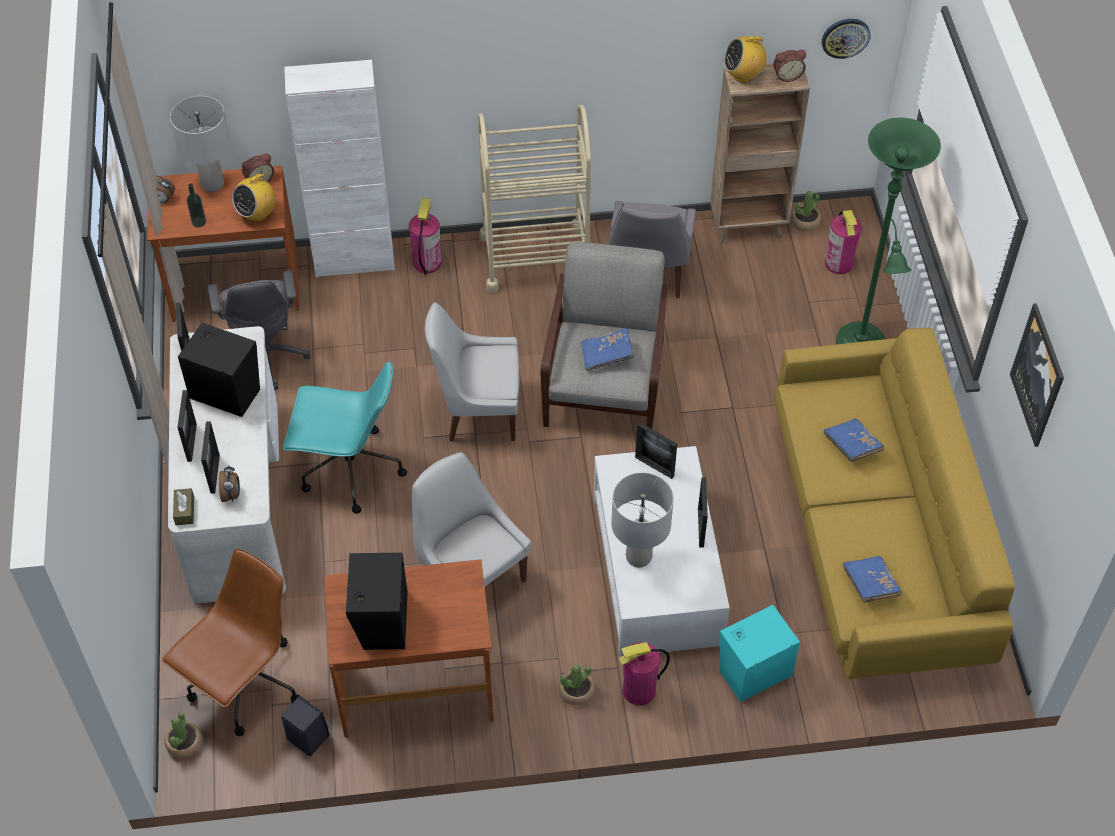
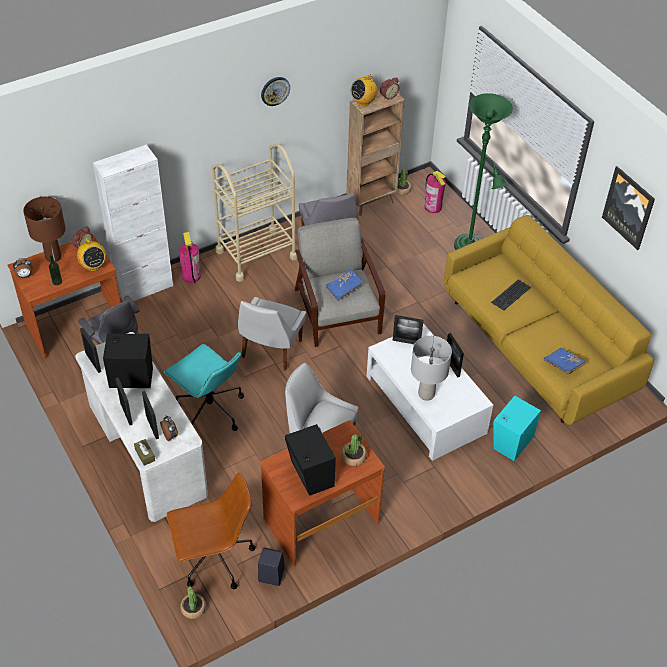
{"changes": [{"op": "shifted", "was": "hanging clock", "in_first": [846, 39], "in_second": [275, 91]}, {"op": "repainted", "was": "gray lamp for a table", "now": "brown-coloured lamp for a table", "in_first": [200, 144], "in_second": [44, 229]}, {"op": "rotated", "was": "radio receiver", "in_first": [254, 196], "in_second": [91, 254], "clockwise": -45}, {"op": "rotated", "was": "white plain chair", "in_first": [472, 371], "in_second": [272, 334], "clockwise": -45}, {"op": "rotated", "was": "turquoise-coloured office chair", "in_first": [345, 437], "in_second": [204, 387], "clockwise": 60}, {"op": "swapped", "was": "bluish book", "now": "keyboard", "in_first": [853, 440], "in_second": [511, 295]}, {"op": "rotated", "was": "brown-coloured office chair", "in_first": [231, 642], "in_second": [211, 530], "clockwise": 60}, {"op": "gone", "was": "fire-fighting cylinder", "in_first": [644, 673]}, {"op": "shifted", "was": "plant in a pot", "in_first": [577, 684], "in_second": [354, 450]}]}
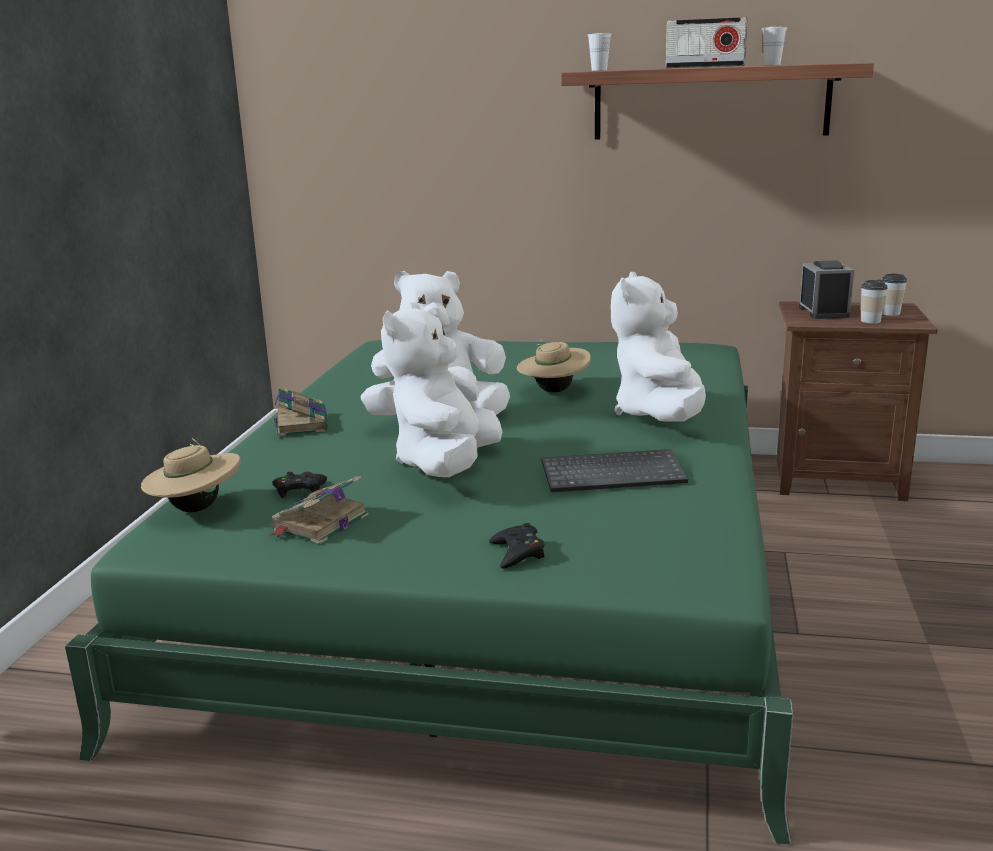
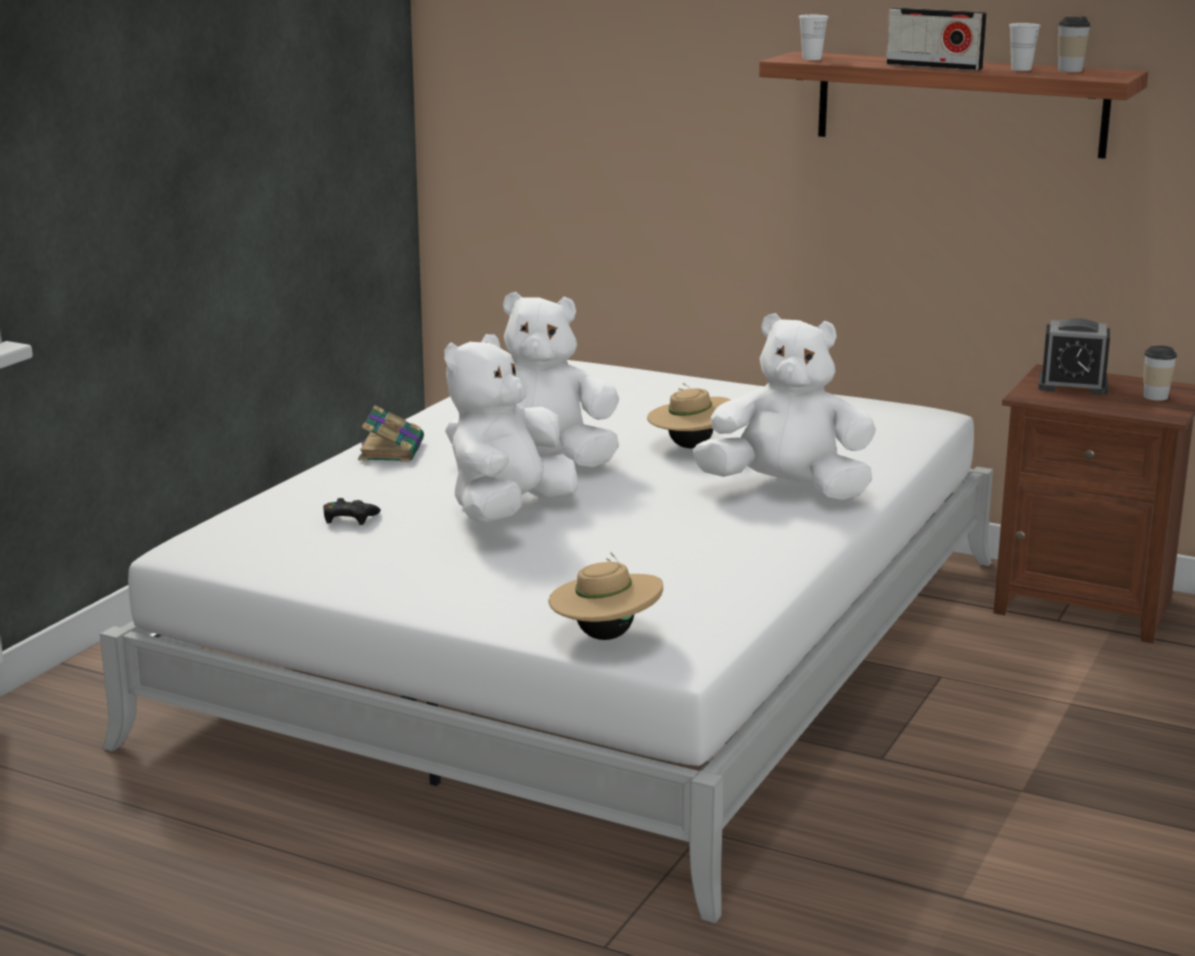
{"changes": [{"op": "rotated", "was": "table clock", "in_first": [826, 289], "in_second": [1074, 356], "clockwise": 90}, {"op": "rotated", "was": "white soft toy", "in_first": [658, 347], "in_second": [784, 406], "clockwise": 75}, {"op": "shifted", "was": "small cup", "in_first": [874, 302], "in_second": [1074, 44]}, {"op": "repainted", "was": "greenish bedroom bed", "now": "white bedroom bed", "in_first": [429, 592], "in_second": [546, 641]}, {"op": "shifted", "was": "beige-coloured wearable hat", "in_first": [191, 475], "in_second": [605, 596]}, {"op": "gone", "was": "keyboard", "in_first": [614, 470]}, {"op": "gone", "was": "book", "in_first": [319, 510]}, {"op": "gone", "was": "black game controller", "in_first": [517, 545]}]}
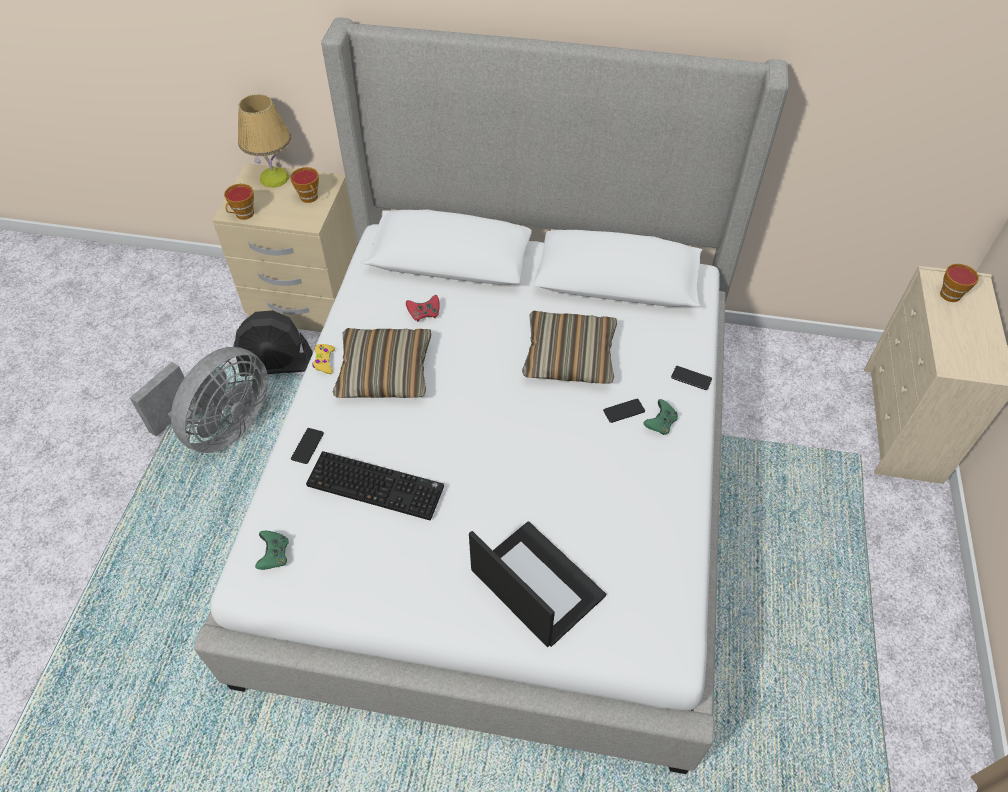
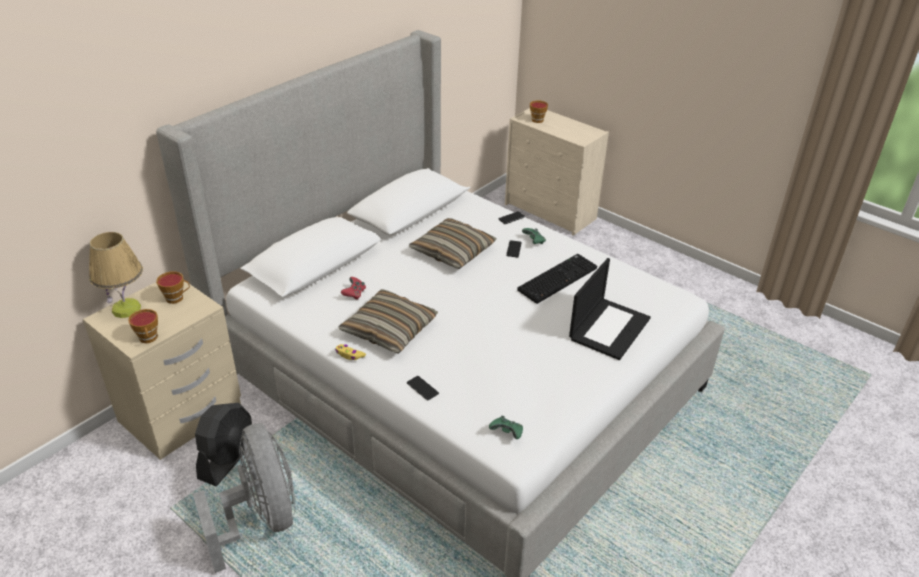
{"changes": [{"op": "shifted", "was": "keyboard", "in_first": [375, 485], "in_second": [557, 279]}, {"op": "rotated", "was": "notebook computer", "in_first": [537, 584], "in_second": [610, 309], "clockwise": 135}]}
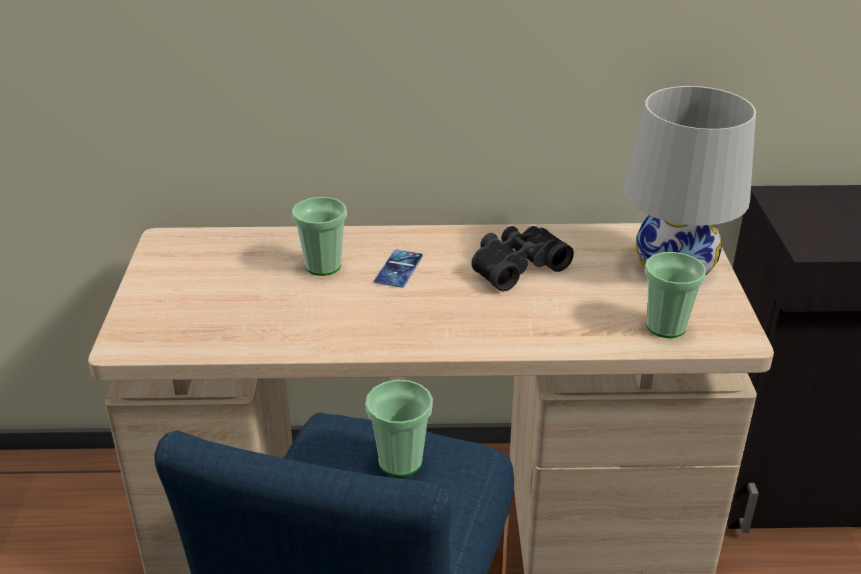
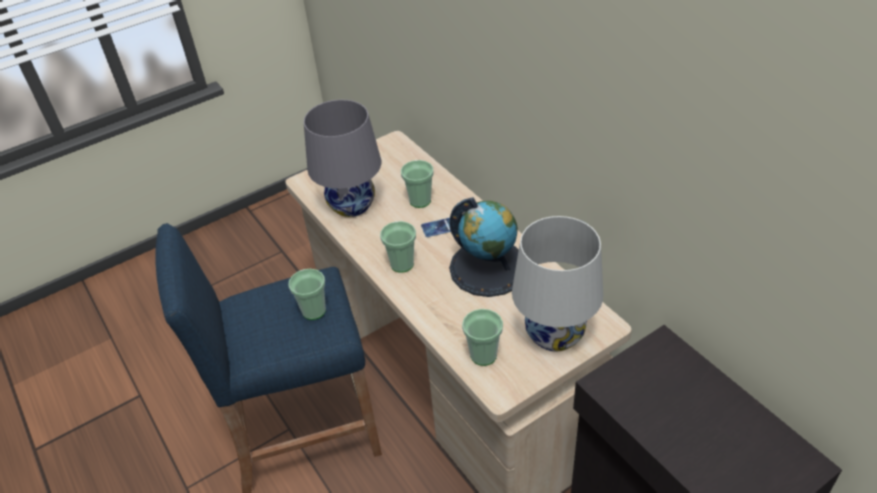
{"changes": [{"op": "swapped", "was": "black field glasses", "now": "world globe", "in_first": [522, 258], "in_second": [484, 247]}, {"op": "new", "now": "gray lamp for a table", "in_second": [342, 158]}, {"op": "new", "now": "small cup", "in_second": [398, 247]}]}
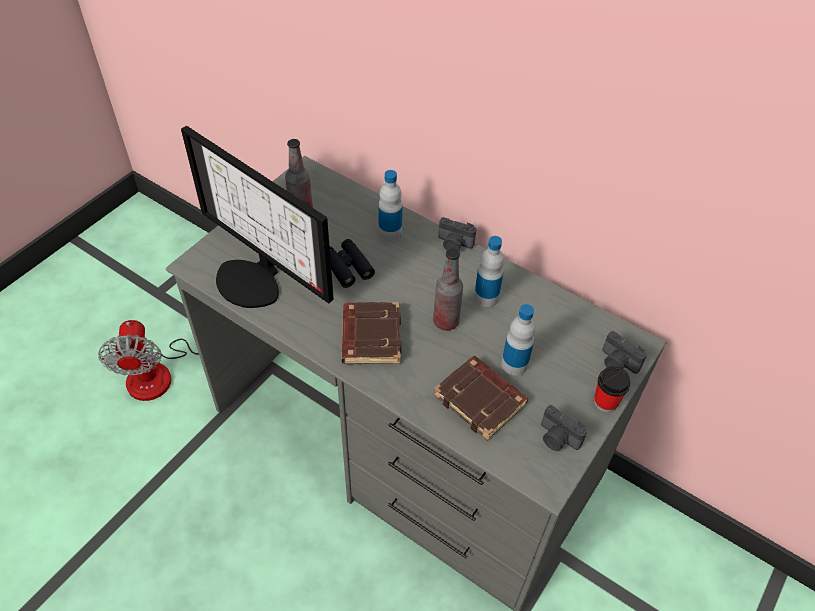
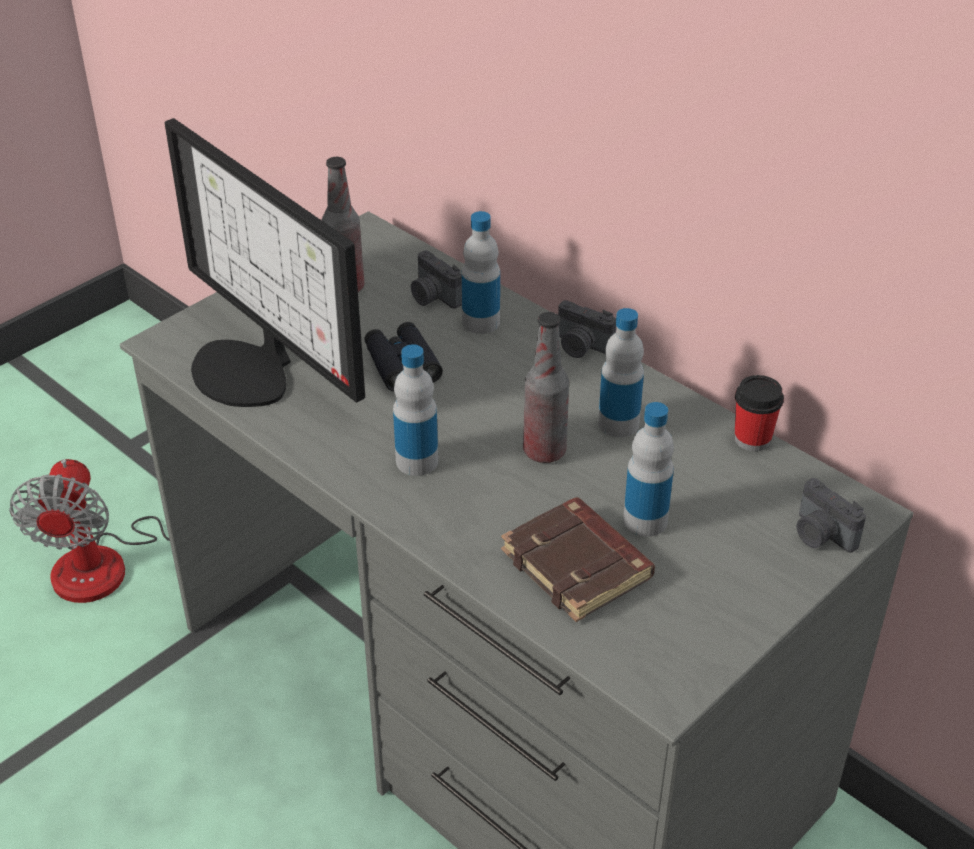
{"changes": [{"op": "swapped", "was": "brown-coloured book", "now": "bottle", "in_first": [372, 333], "in_second": [415, 410]}, {"op": "shifted", "was": "small cup", "in_first": [612, 389], "in_second": [759, 413]}, {"op": "shifted", "was": "photo camera", "in_first": [564, 428], "in_second": [436, 279]}]}
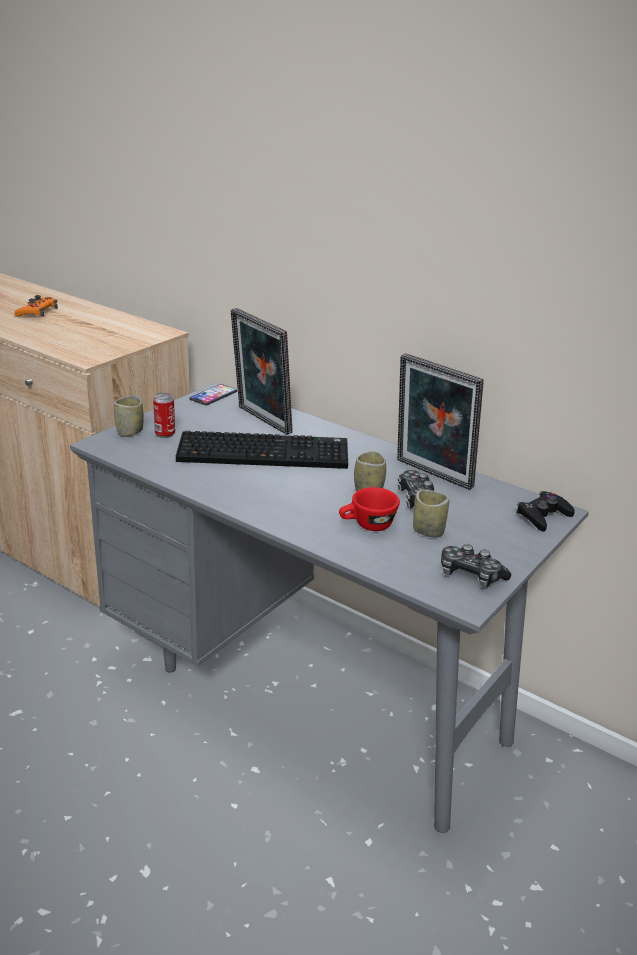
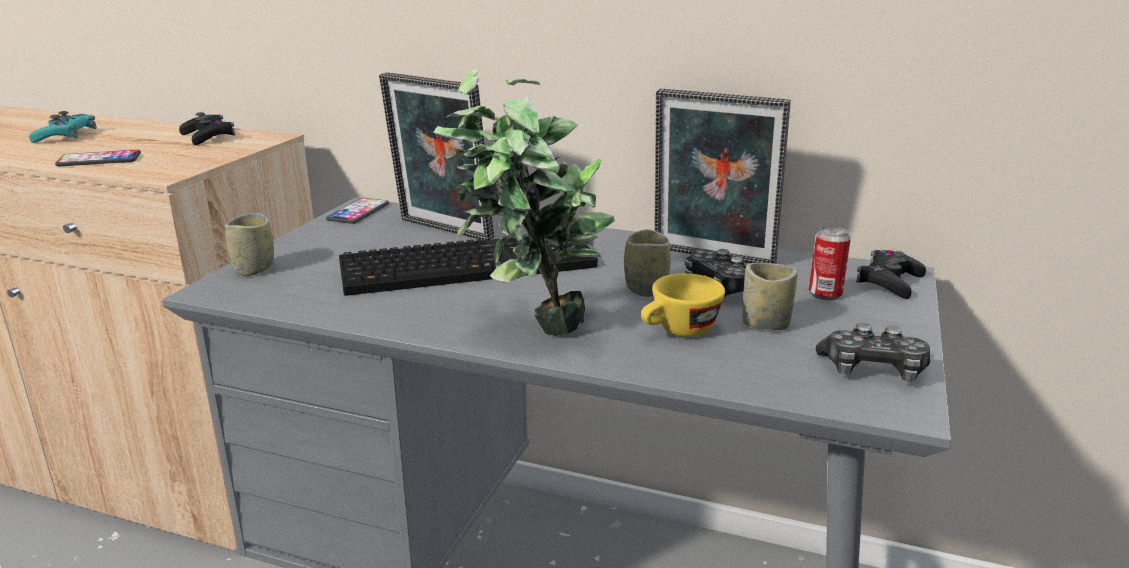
{"changes": [{"op": "repainted", "was": "orange-coloured game controller", "now": "turquoise-coloured game controller", "in_first": [36, 306], "in_second": [63, 127]}, {"op": "shifted", "was": "can", "in_first": [164, 415], "in_second": [830, 263]}, {"op": "repainted", "was": "reddish small cup", "now": "yellowish small cup", "in_first": [369, 509], "in_second": [683, 305]}, {"op": "new", "now": "plant in a pot", "in_second": [524, 203]}, {"op": "new", "now": "black game controller", "in_second": [207, 128]}, {"op": "new", "now": "phone", "in_second": [98, 158]}]}
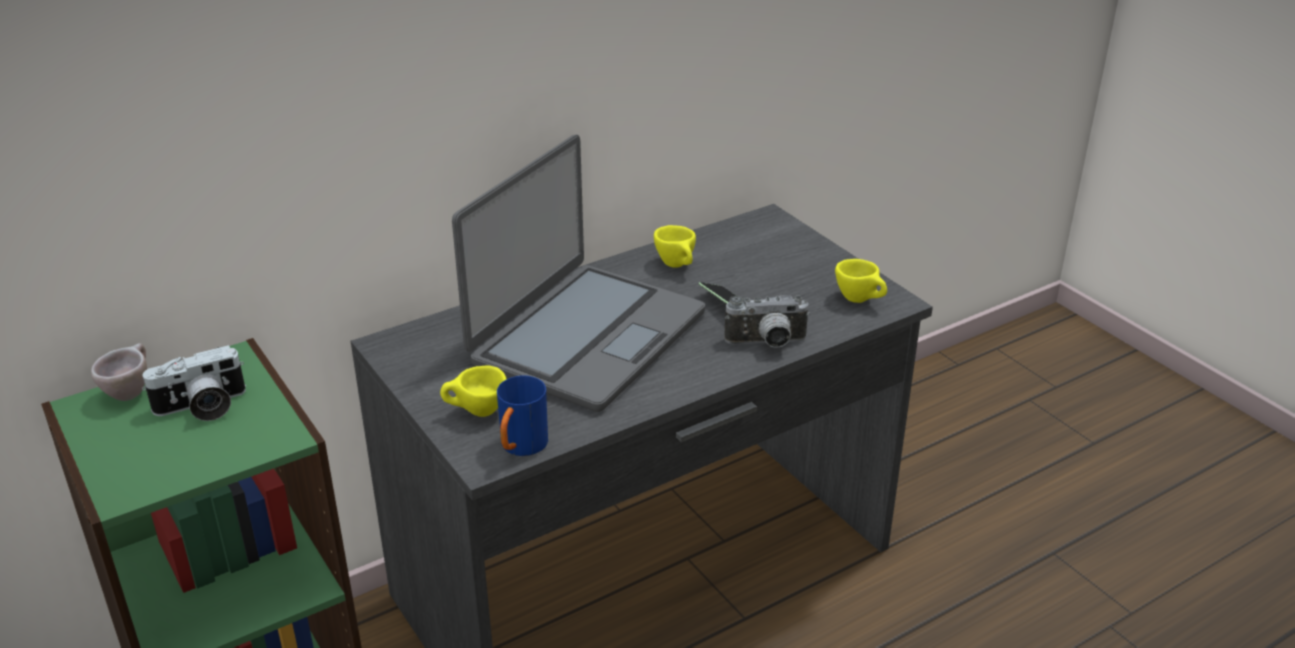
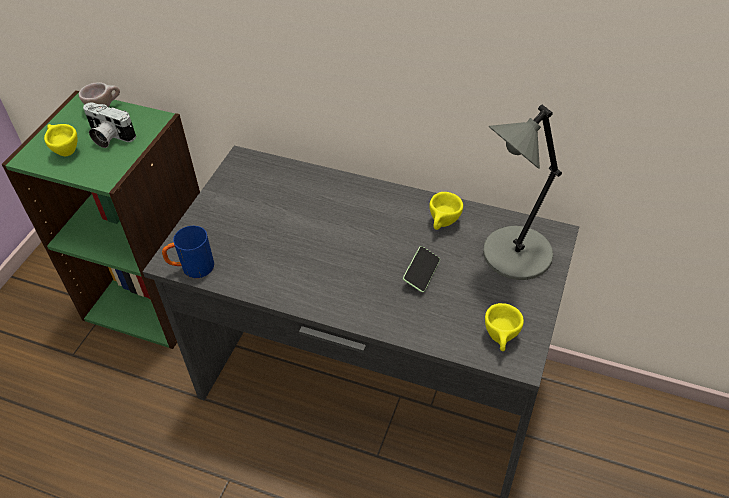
{"changes": [{"op": "gone", "was": "notebook computer", "in_first": [578, 273]}, {"op": "gone", "was": "photo camera", "in_first": [767, 321]}, {"op": "shifted", "was": "yellowish small cup", "in_first": [473, 391], "in_second": [61, 140]}, {"op": "new", "now": "gray lamp for a table", "in_second": [522, 192]}]}
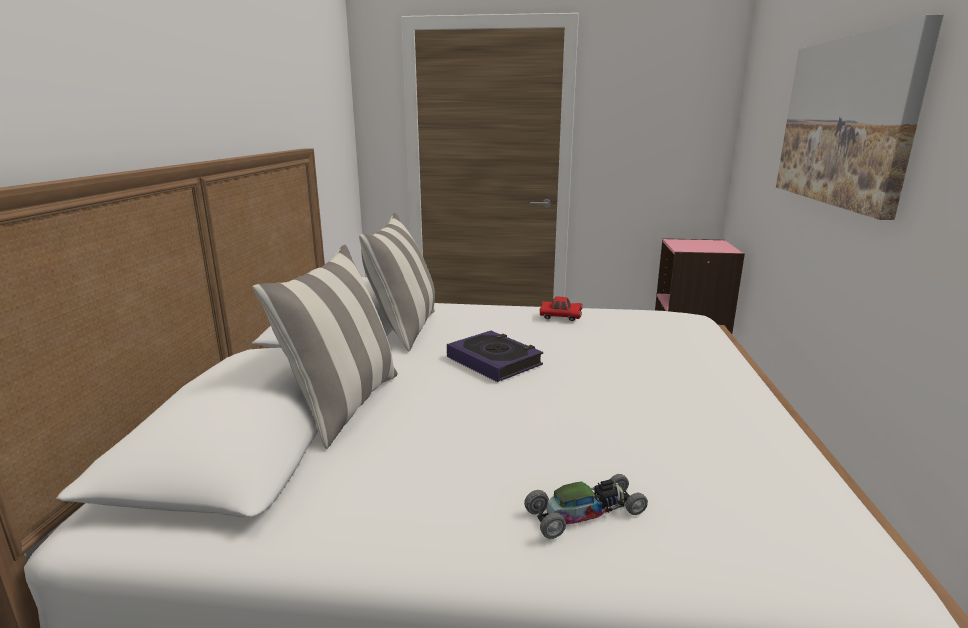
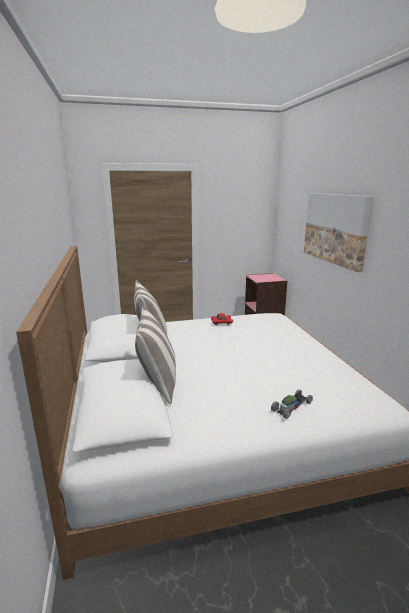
{"changes": [{"op": "gone", "was": "book", "in_first": [495, 356]}]}
